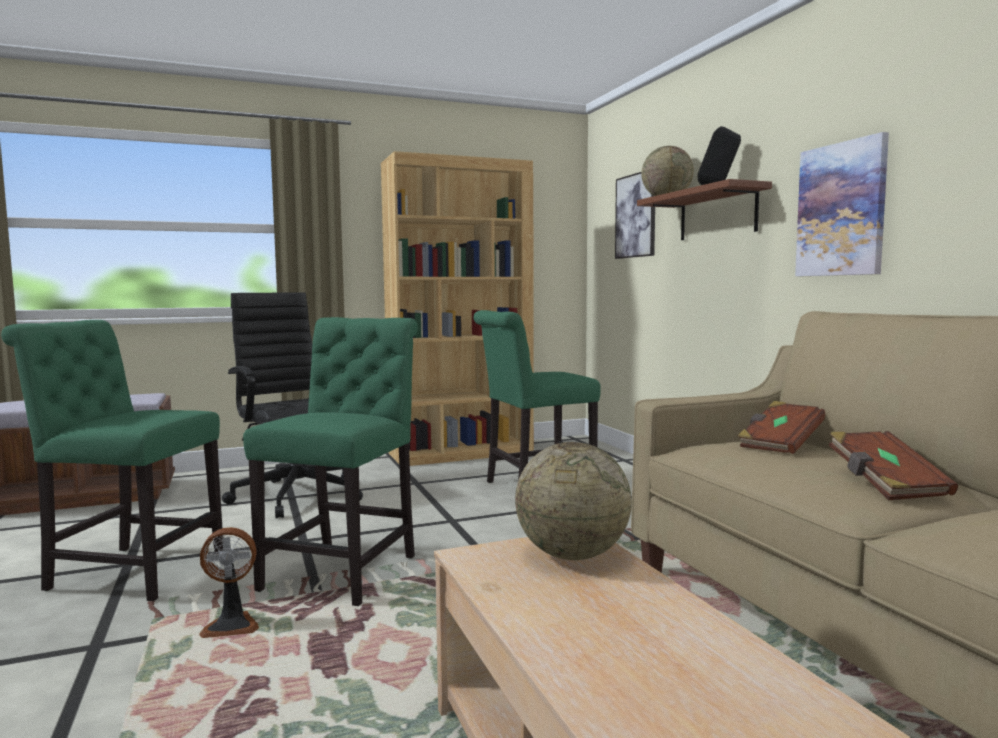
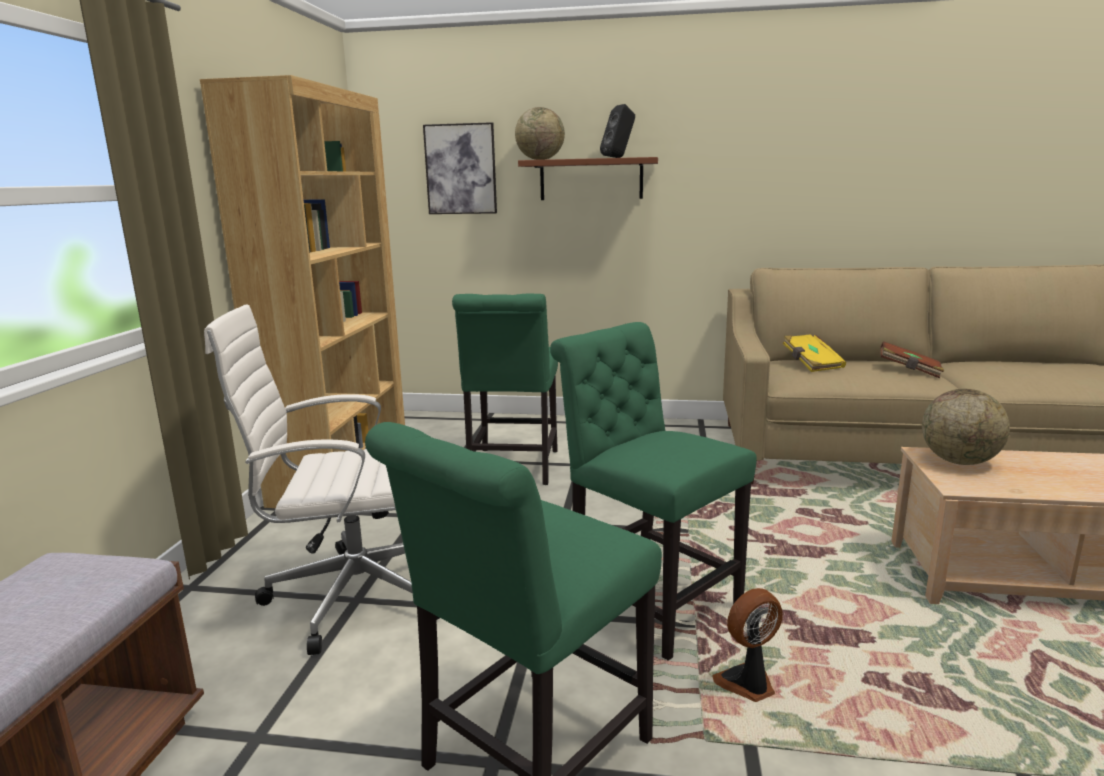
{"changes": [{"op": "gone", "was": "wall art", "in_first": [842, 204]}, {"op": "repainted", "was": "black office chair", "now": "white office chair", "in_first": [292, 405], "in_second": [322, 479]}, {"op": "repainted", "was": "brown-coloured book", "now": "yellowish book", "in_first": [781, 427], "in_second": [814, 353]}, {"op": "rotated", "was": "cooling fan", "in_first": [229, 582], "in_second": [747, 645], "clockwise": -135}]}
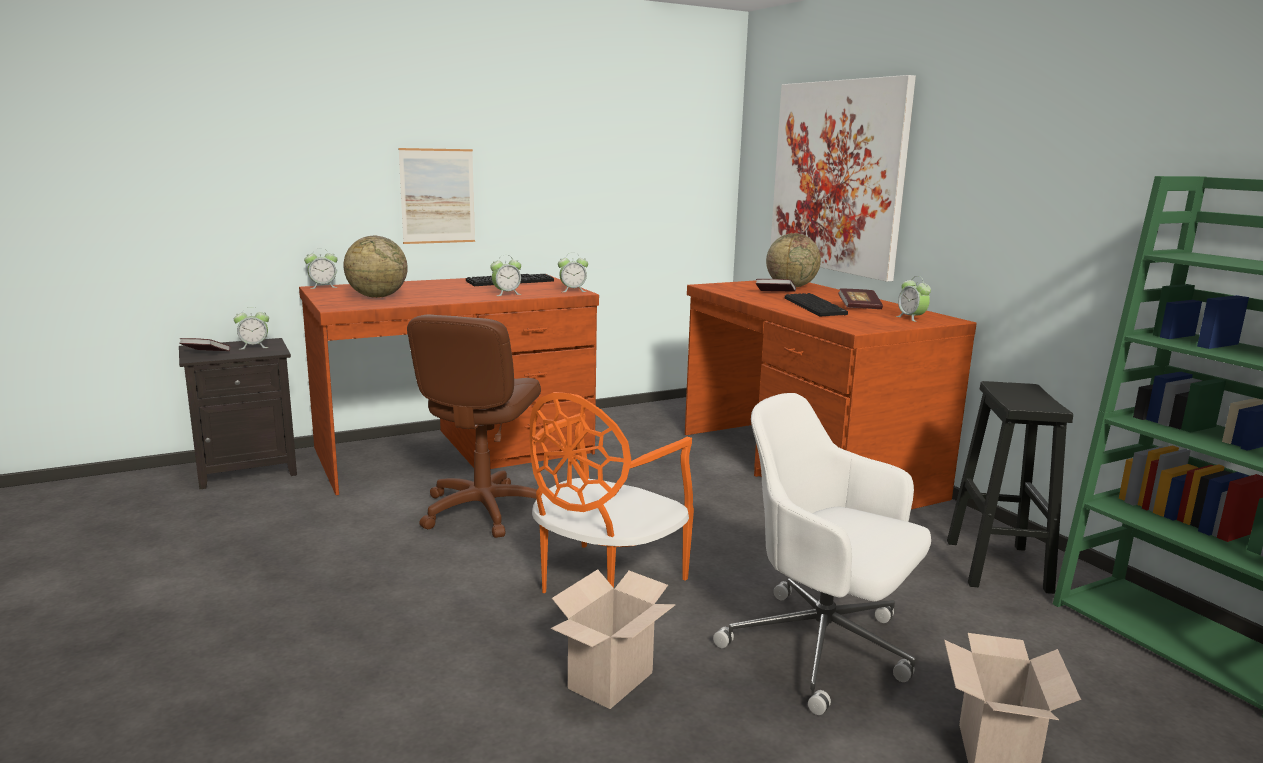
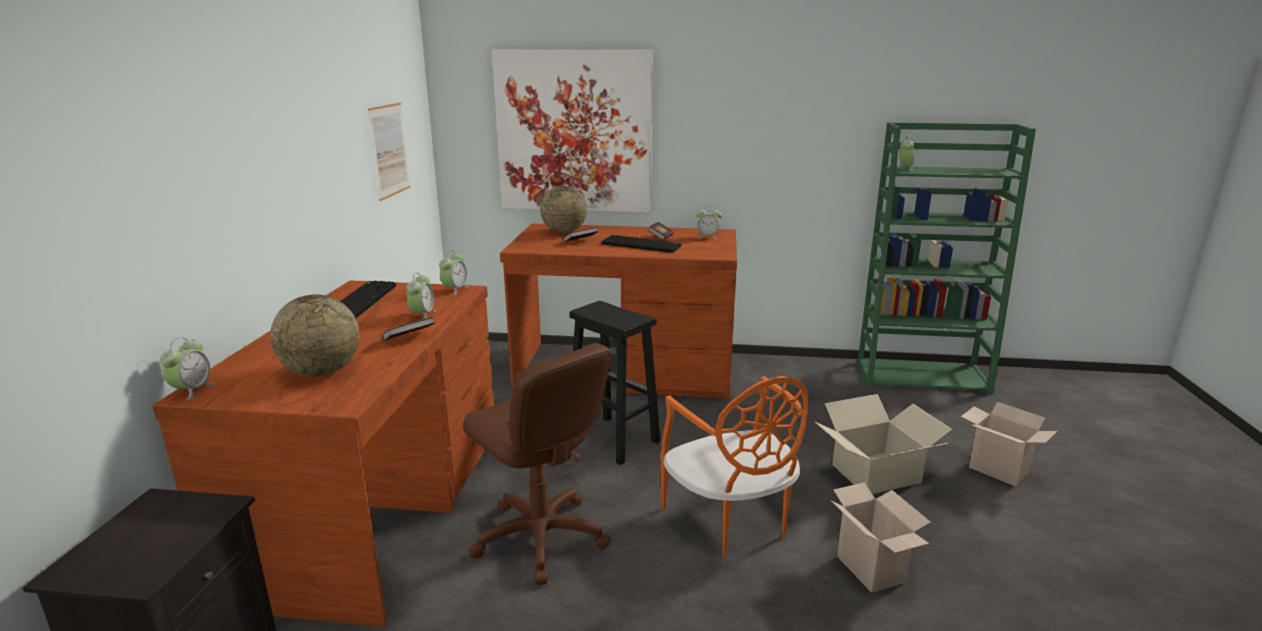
{"changes": [{"op": "shifted", "was": "wall art", "in_first": [436, 196], "in_second": [389, 152]}, {"op": "shifted", "was": "table clock", "in_first": [251, 328], "in_second": [907, 153]}, {"op": "shifted", "was": "book", "in_first": [205, 344], "in_second": [408, 328]}, {"op": "shifted", "was": "black stool", "in_first": [1010, 487], "in_second": [614, 383]}, {"op": "swapped", "was": "white office chair", "now": "packing box", "in_first": [822, 554], "in_second": [884, 444]}]}
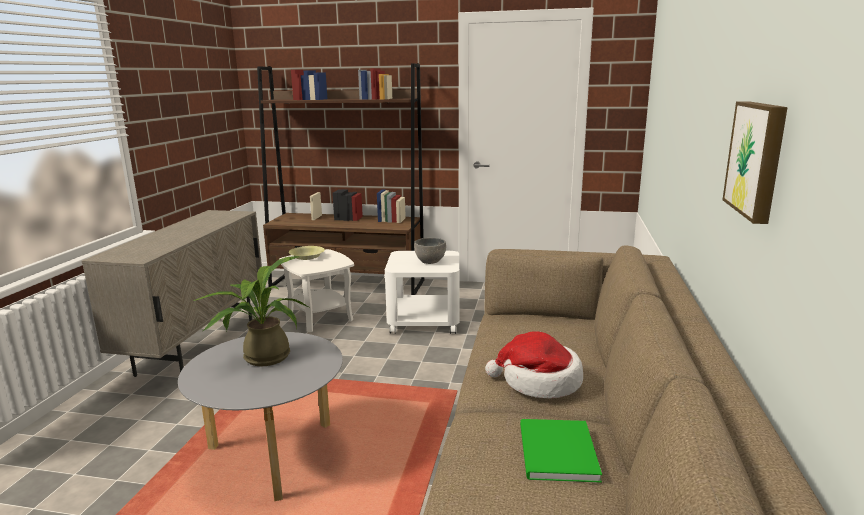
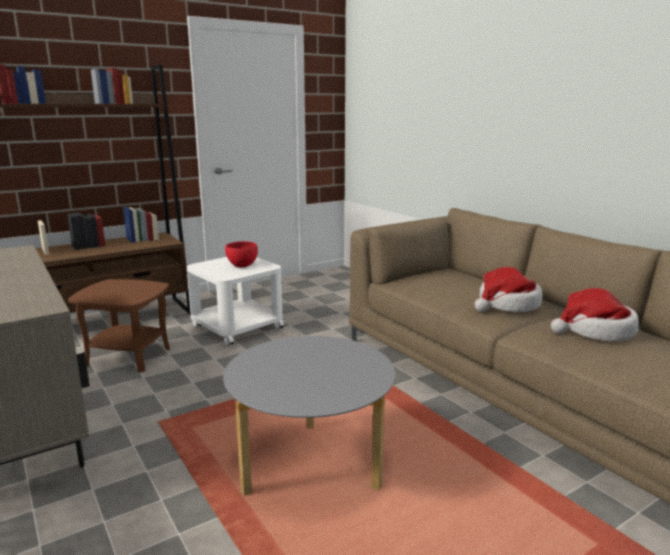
{"changes": [{"op": "gone", "was": "wall art", "in_first": [755, 162]}, {"op": "repainted", "was": "gray deep dish", "now": "reddish deep dish", "in_first": [430, 251], "in_second": [241, 254]}, {"op": "gone", "was": "yellowish deep dish", "in_first": [307, 253]}, {"op": "repainted", "was": "white side table", "now": "brown-coloured side table", "in_first": [317, 290], "in_second": [119, 326]}, {"op": "gone", "was": "plant in a pot", "in_first": [251, 311]}, {"op": "swapped", "was": "greenish book", "now": "wearable hat", "in_first": [561, 451], "in_second": [595, 314]}]}
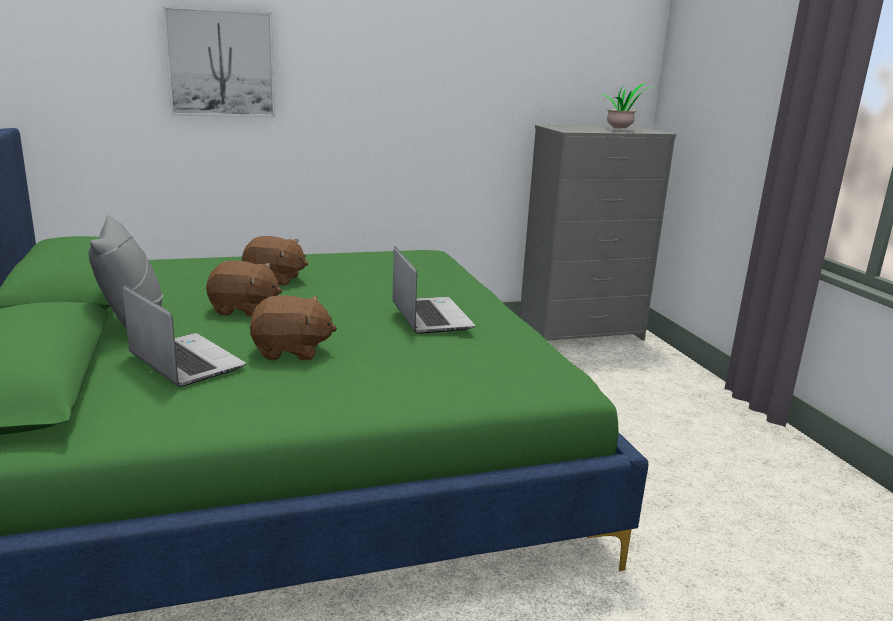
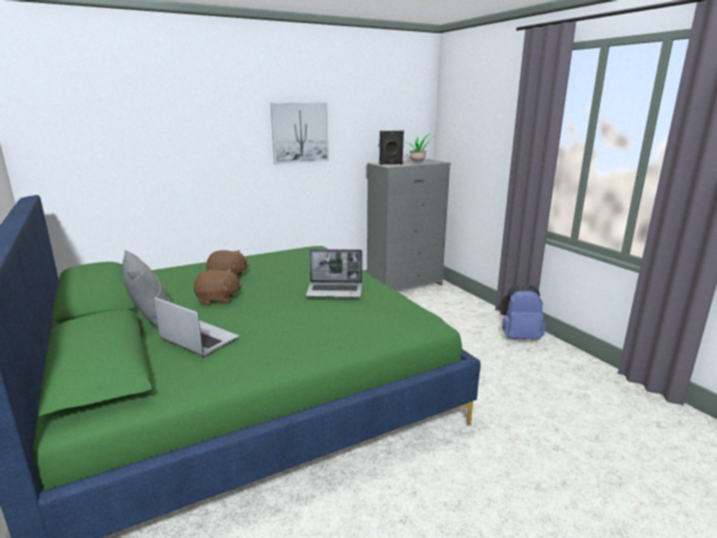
{"changes": [{"op": "shifted", "was": "wall art", "in_first": [219, 61], "in_second": [299, 133]}, {"op": "rotated", "was": "notebook computer", "in_first": [434, 290], "in_second": [334, 273], "clockwise": 120}, {"op": "gone", "was": "brown-coloured soft toy", "in_first": [293, 327]}, {"op": "new", "now": "black speaker", "in_second": [391, 147]}, {"op": "new", "now": "bluish rucksack", "in_second": [524, 312]}]}
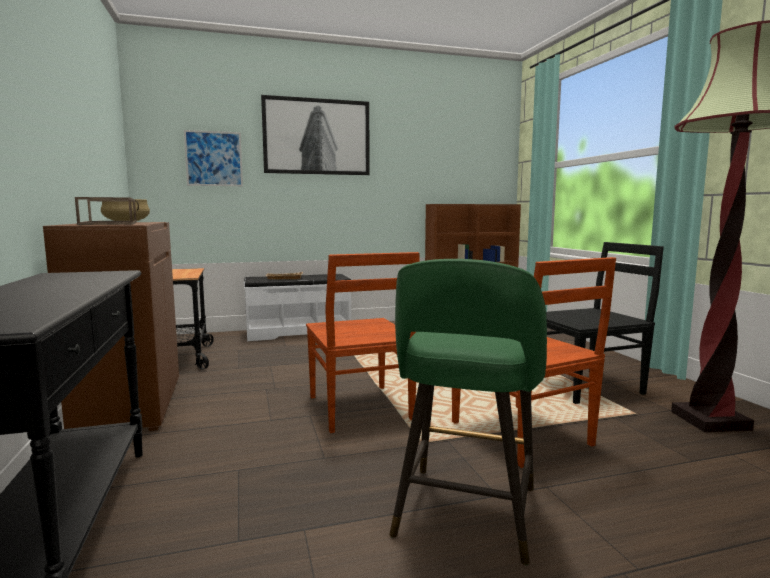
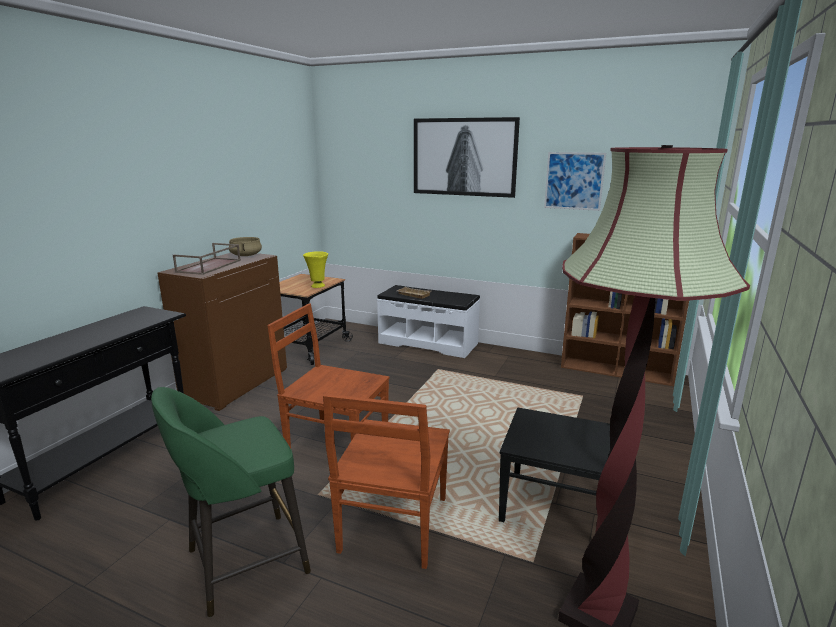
{"changes": [{"op": "shifted", "was": "wall art", "in_first": [213, 158], "in_second": [575, 181]}, {"op": "rotated", "was": "brown-coloured plain chair", "in_first": [363, 342], "in_second": [328, 376], "clockwise": 90}, {"op": "new", "now": "yellowish decorative vase", "in_second": [315, 269]}]}
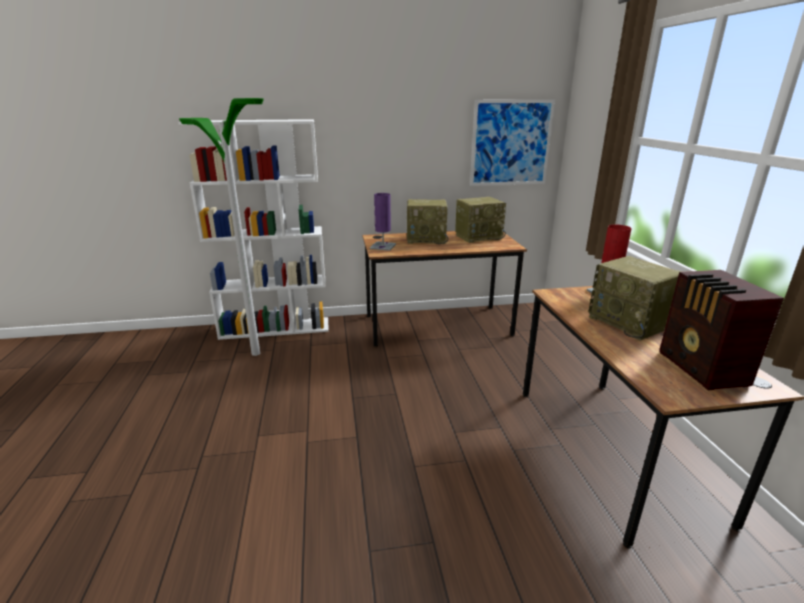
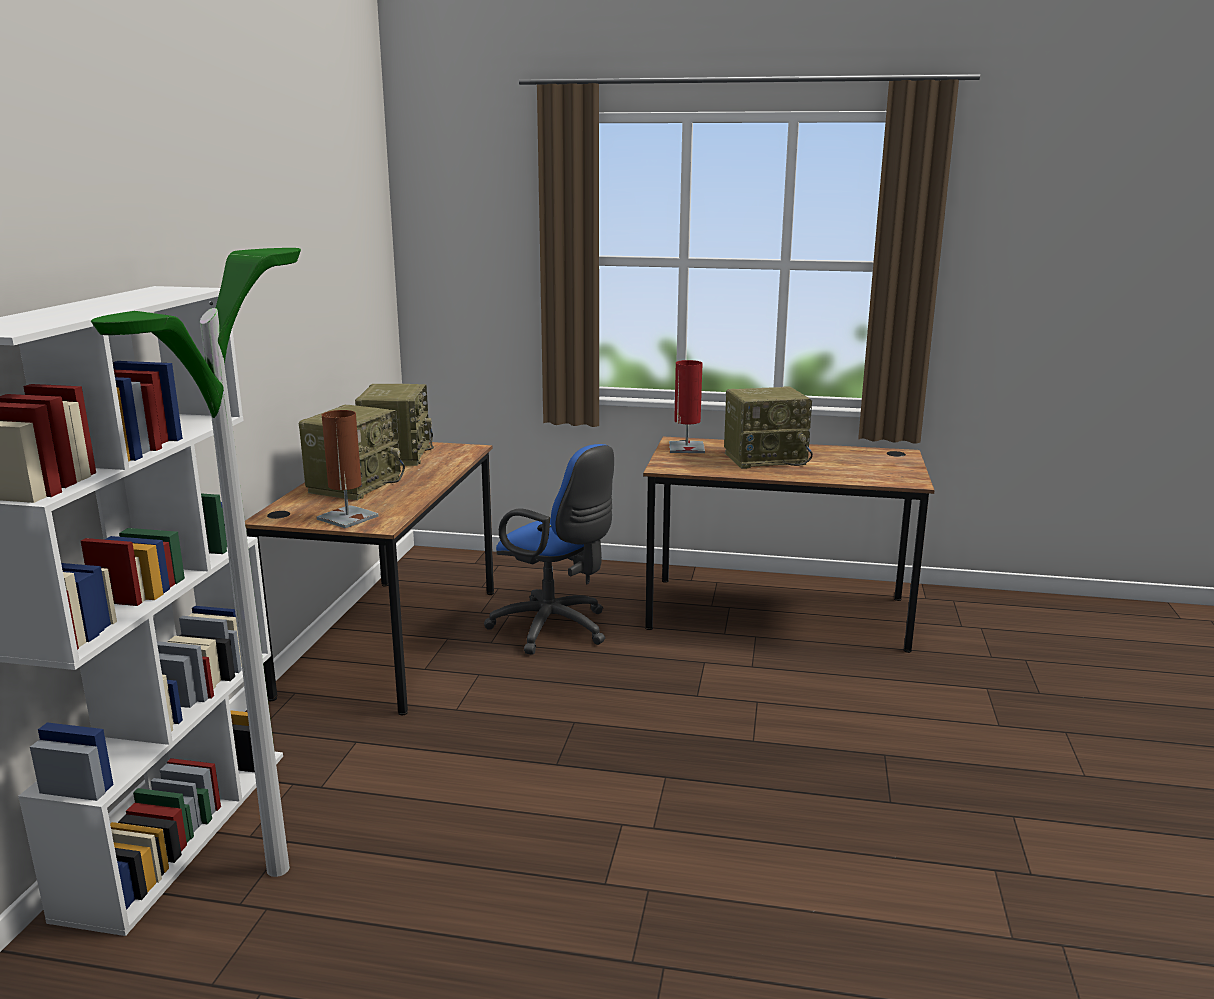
{"changes": [{"op": "gone", "was": "wall art", "in_first": [512, 142]}, {"op": "repainted", "was": "purple lamp for a table", "now": "brown-coloured lamp for a table", "in_first": [383, 222], "in_second": [347, 469]}, {"op": "gone", "was": "radio receiver", "in_first": [721, 330]}, {"op": "new", "now": "bluish office chair", "in_second": [549, 549]}]}
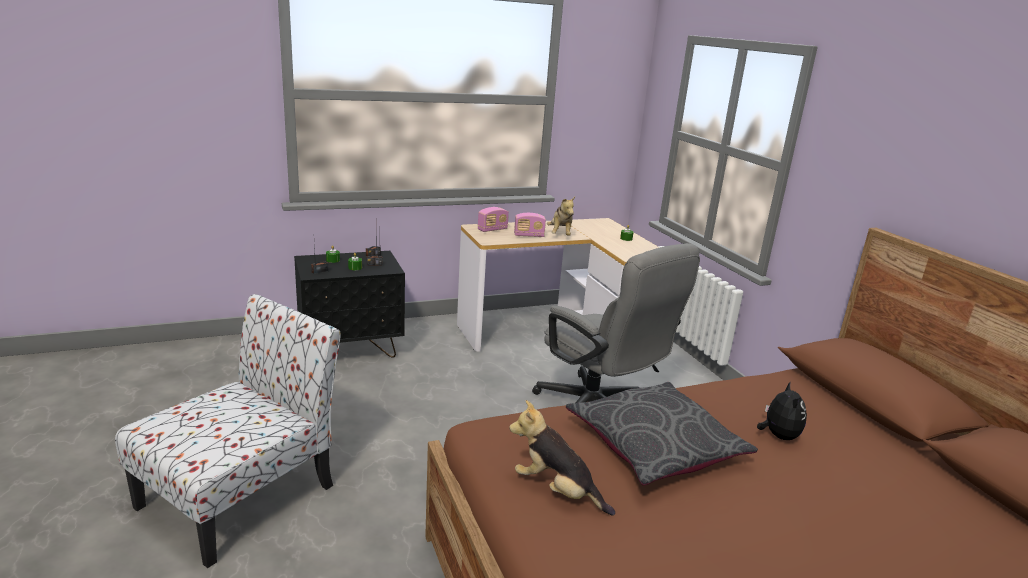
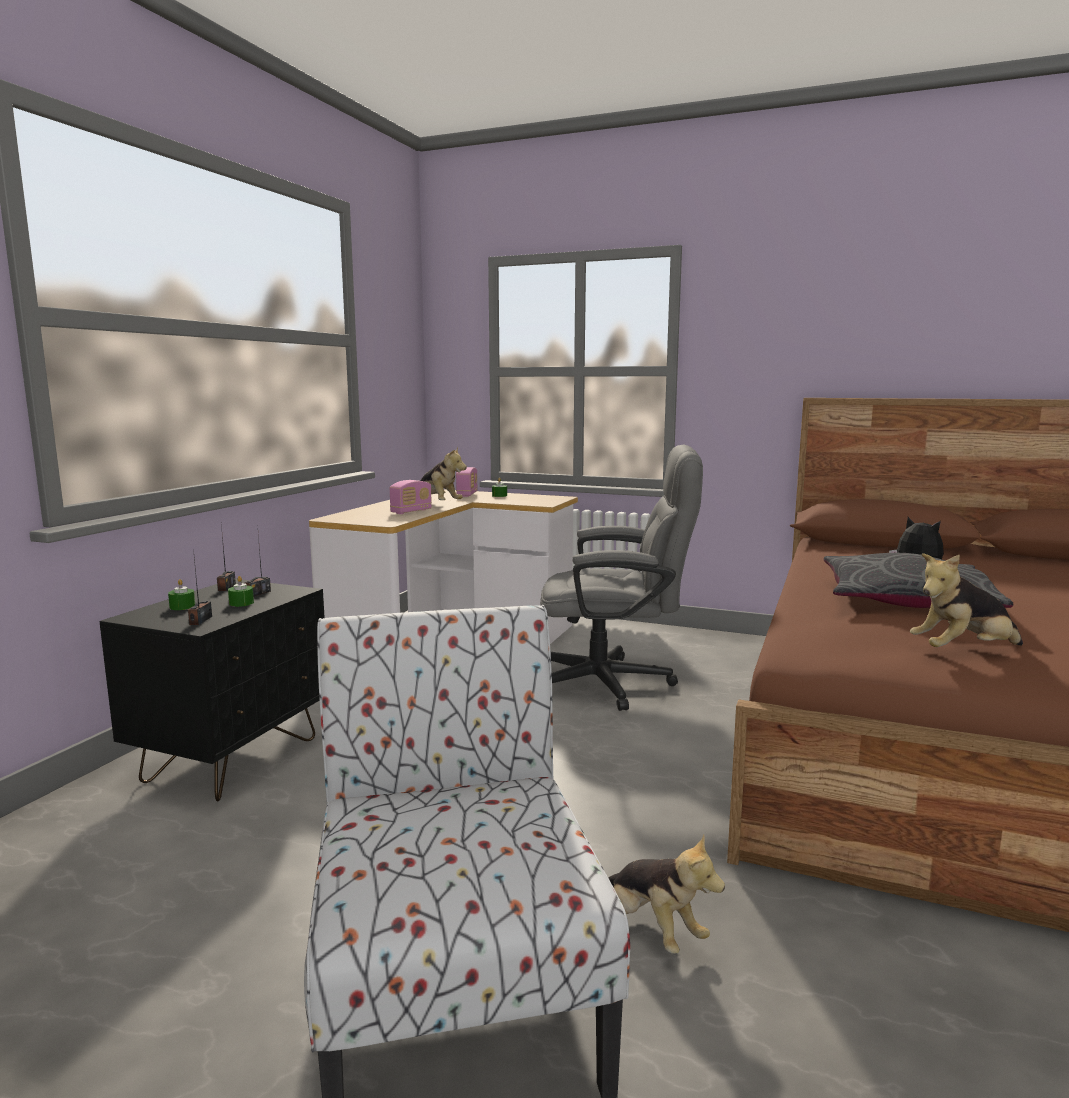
{"changes": [{"op": "shifted", "was": "radio receiver", "in_first": [493, 219], "in_second": [467, 482]}, {"op": "new", "now": "soft toy", "in_second": [667, 894]}]}
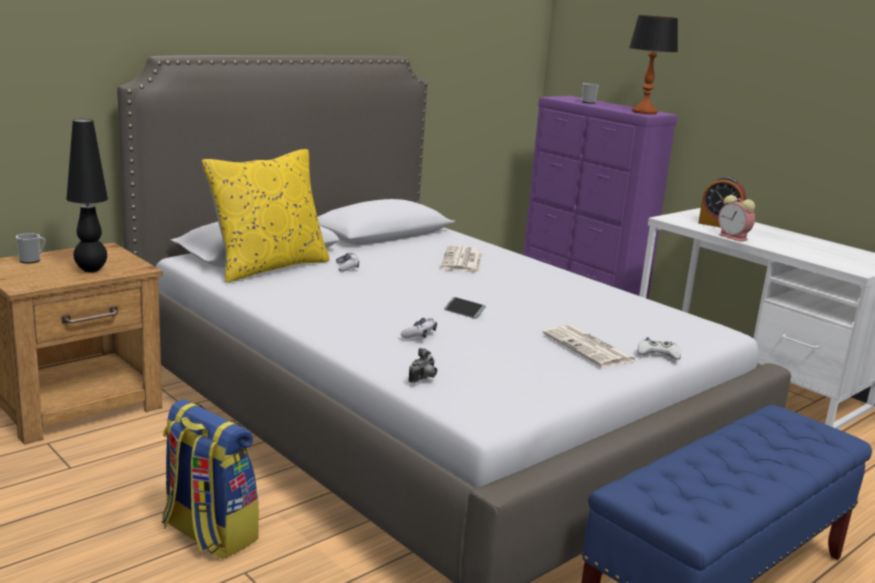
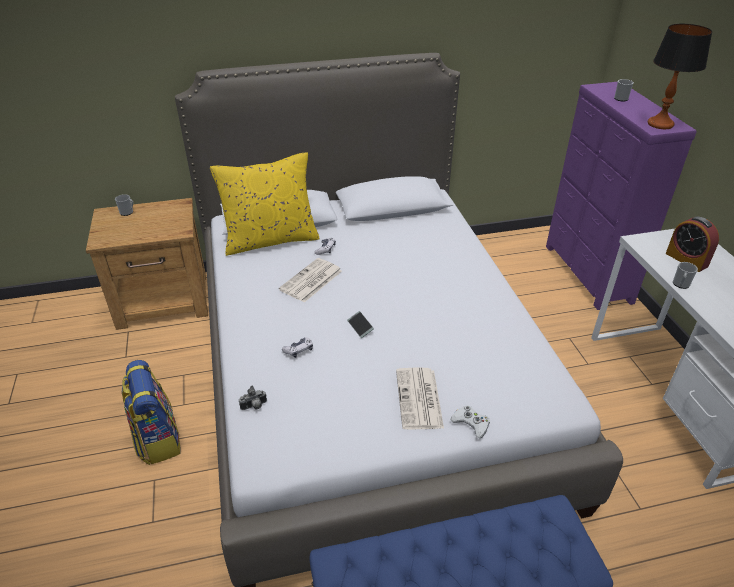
{"changes": [{"op": "gone", "was": "black lamp for a table", "in_first": [87, 195]}, {"op": "swapped", "was": "table clock", "now": "tea mug", "in_first": [736, 218], "in_second": [685, 275]}, {"op": "shifted", "was": "daily paper", "in_first": [462, 259], "in_second": [310, 280]}]}
